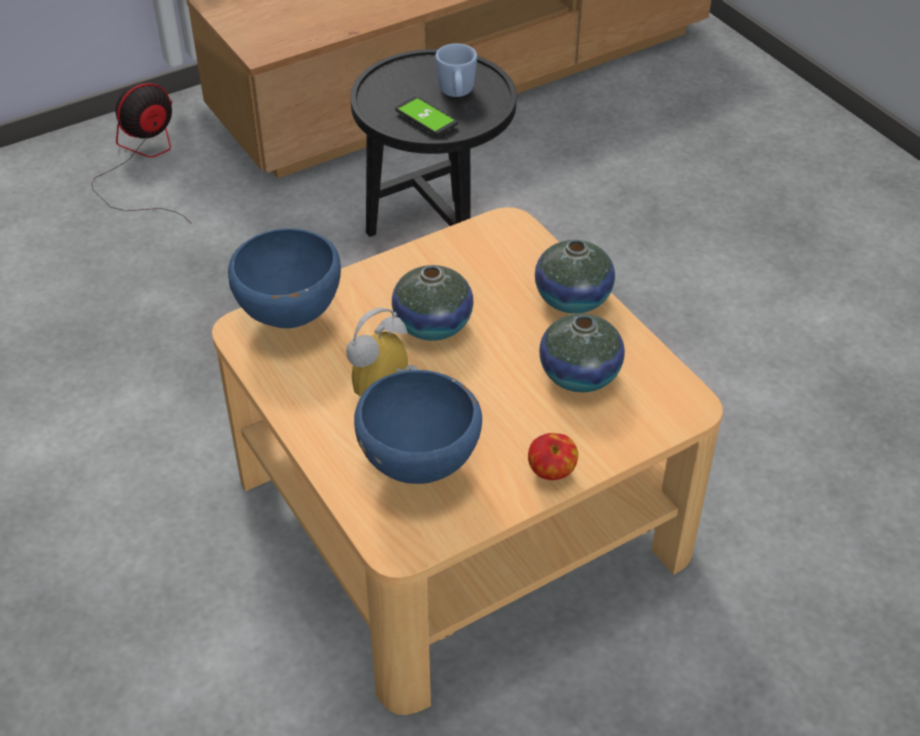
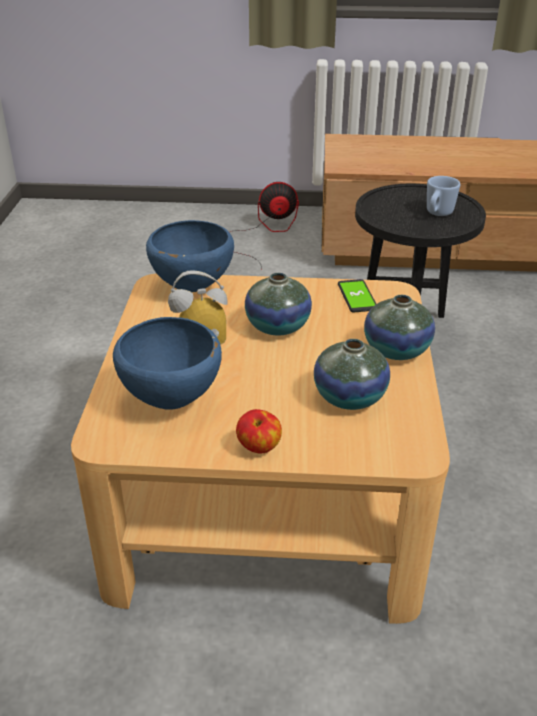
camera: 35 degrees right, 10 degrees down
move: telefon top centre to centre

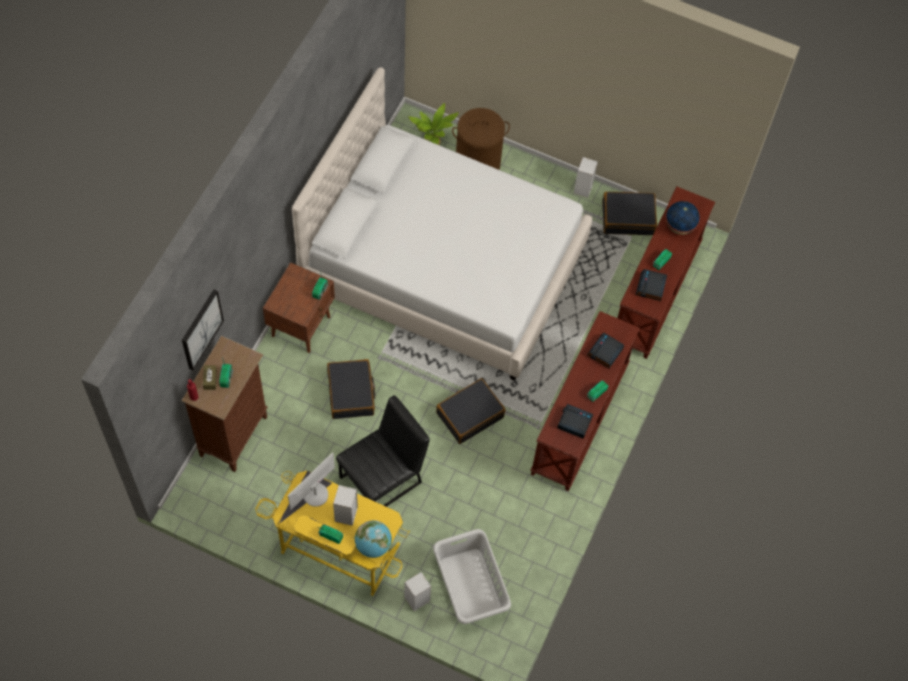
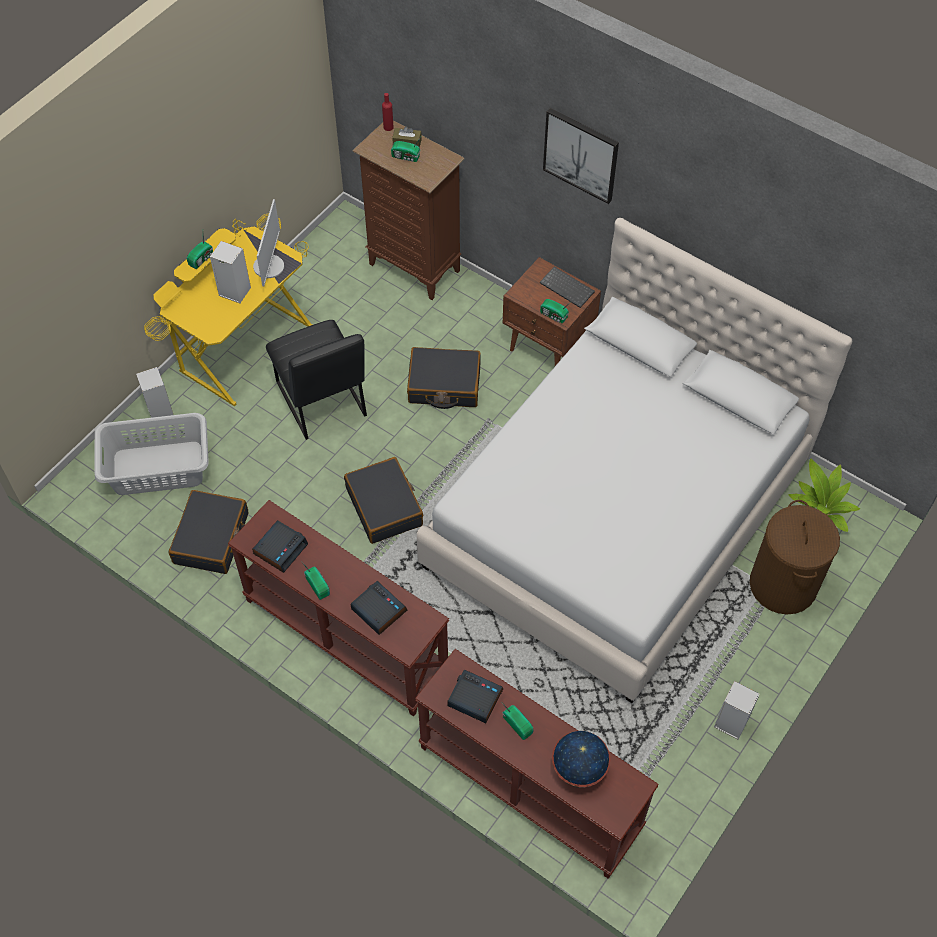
camera: 105 degrees right, 5 degrees down
delete: globus (1st from left) bottom centre
insert: klawiatura top centre
move: obraz middle left to top centre; walizka (czarny) (3rd from left in the first image) top right to walizka (czarny) (1st from left) middle left
rotate: monitor bottom centre = top left 45 degrees clockwise

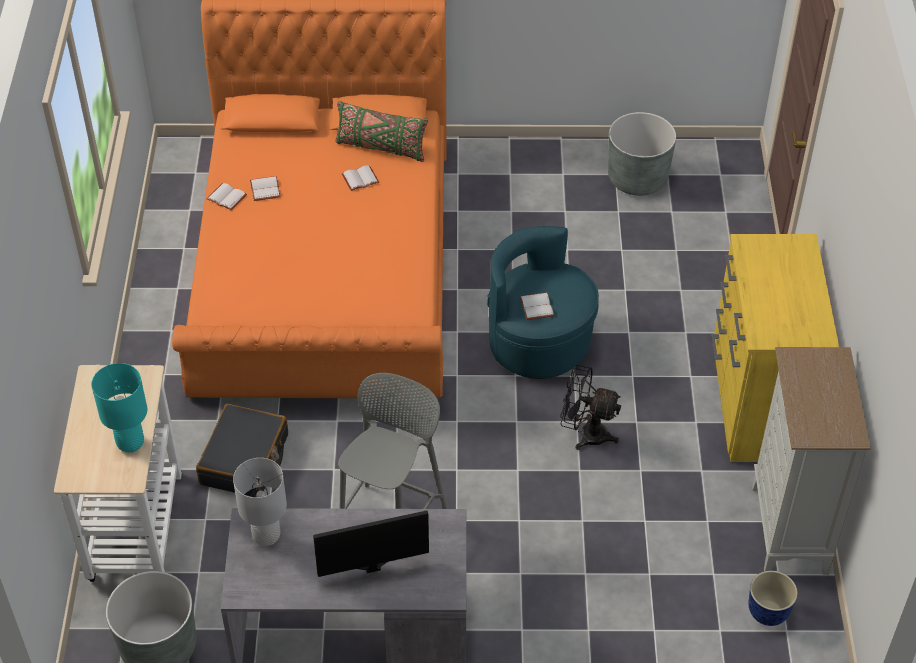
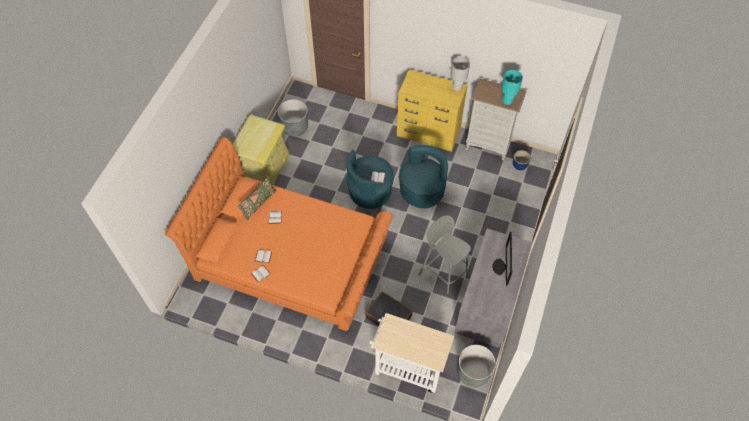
camera: 70 degrees left, 10 degrees up
insert: szafka nocna (żółty) centre
move: lampa stołowa (turkusowy) middle left to top right; lampa stołowa (szary) bottom left to top centre
replace: wentylator (czarny) centre to fotel (turkusowy) (2nd from left) centre

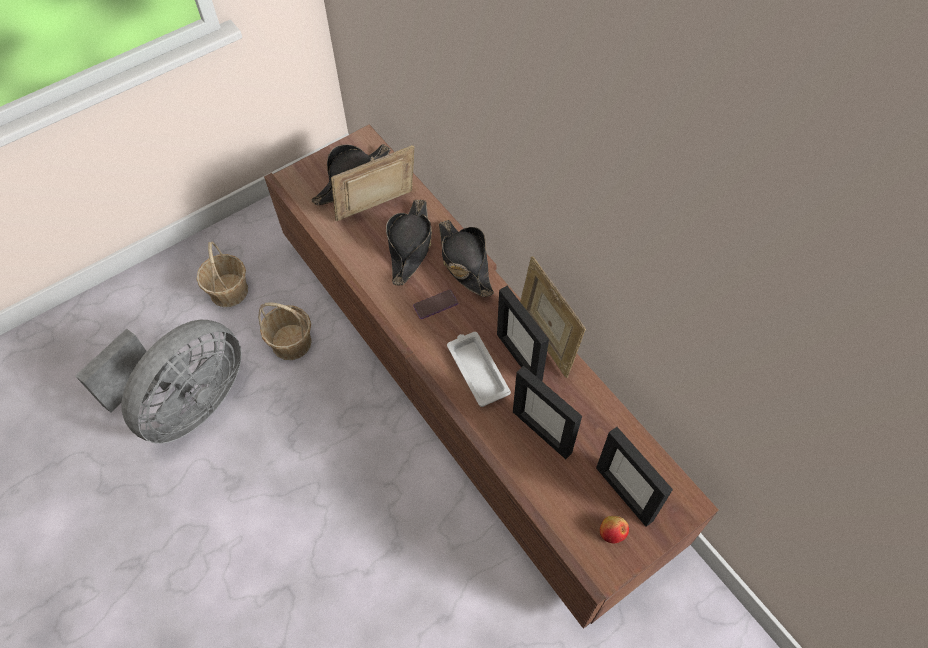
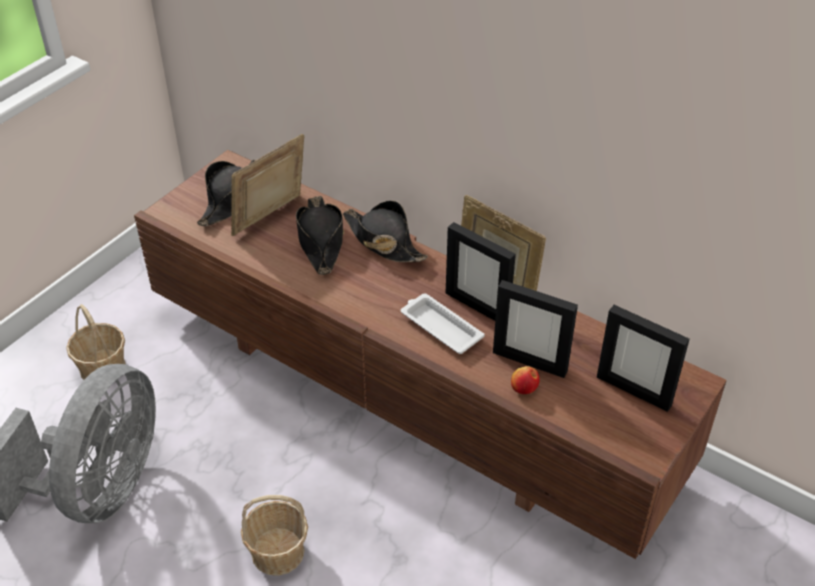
camera: 20 degrees left, 15 degrees down
delete: telefon centre
move: koszyk (2nd from left) middle left to bottom centre; jabłko bottom centre to centre

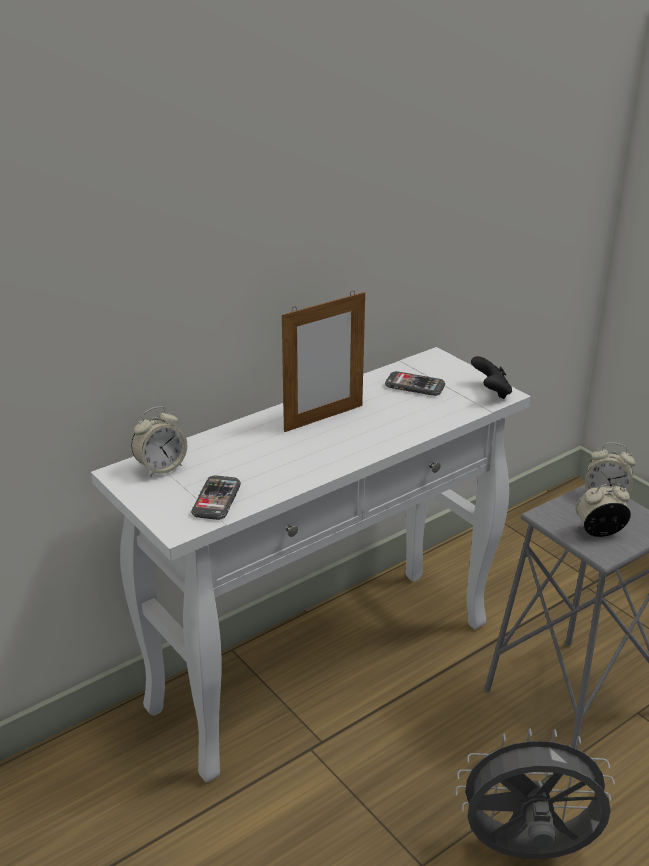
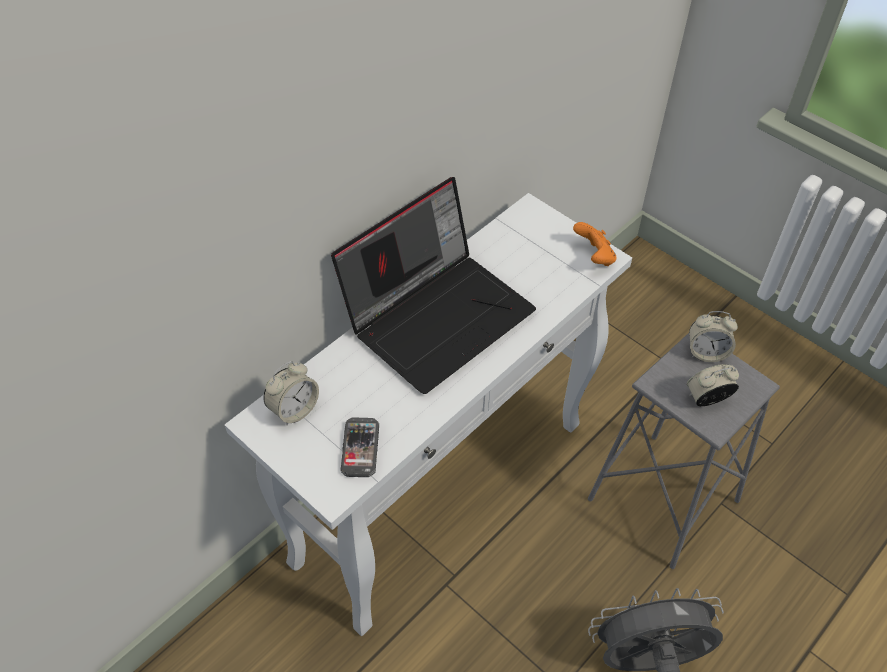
camera: 10 degrees left, 20 degrees up
delete: telefon (2nd from left) centre
replace: ramka na zdjęcie centre to laptop centre
recolor: pad do gier (czarny) middle right to pad do gier (pomarańczowy) middle right

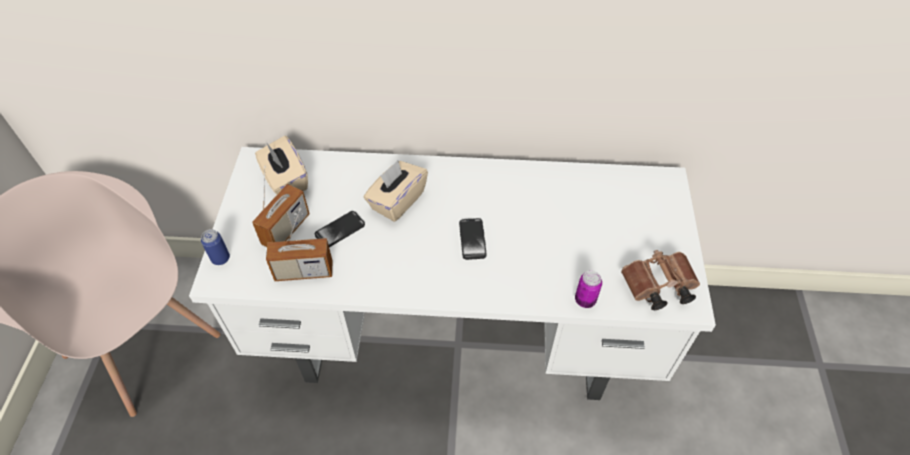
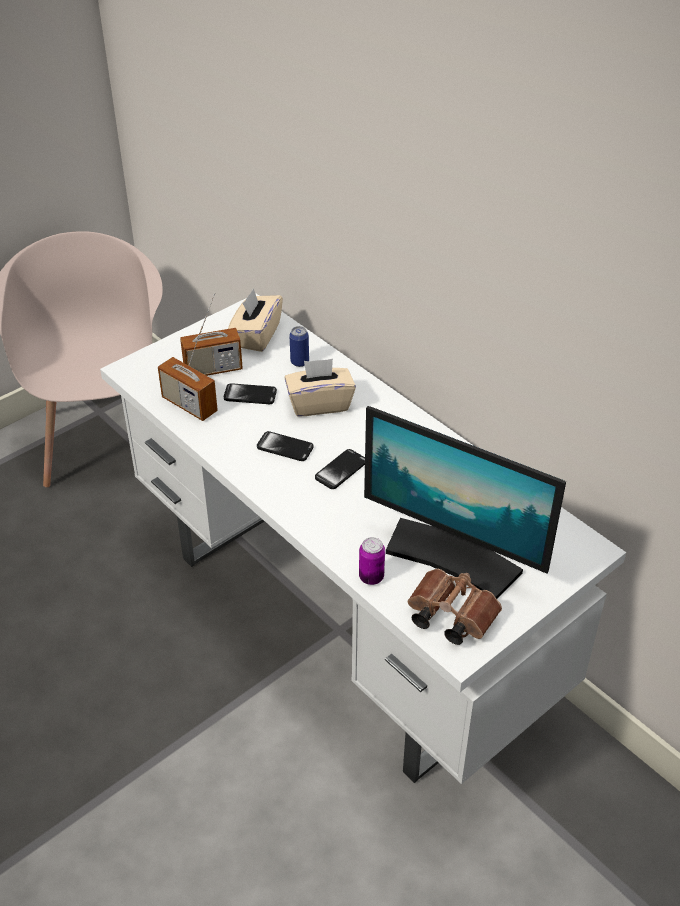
camera: 45 degrees right, 10 degrees down
insert: telefon (2nd from left) centre; monitor middle right
move: puszka (1st from left) middle left to centre

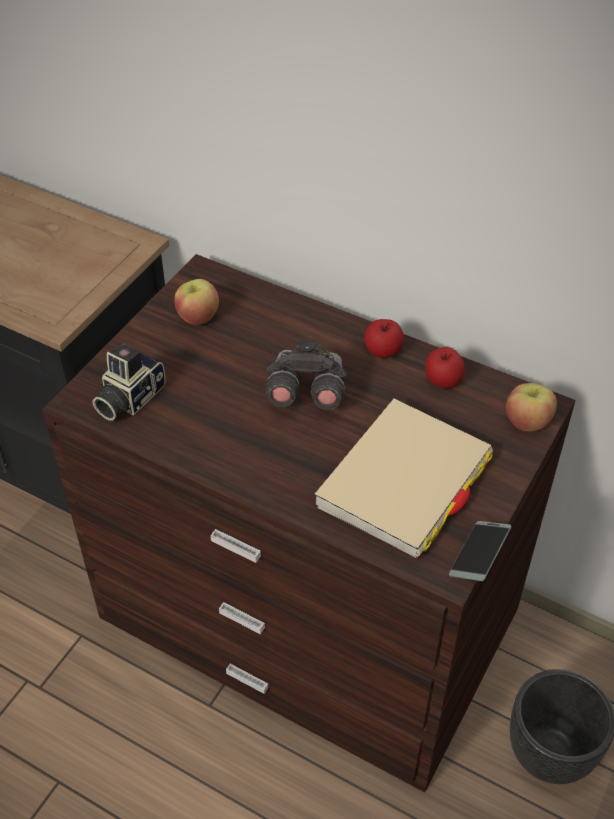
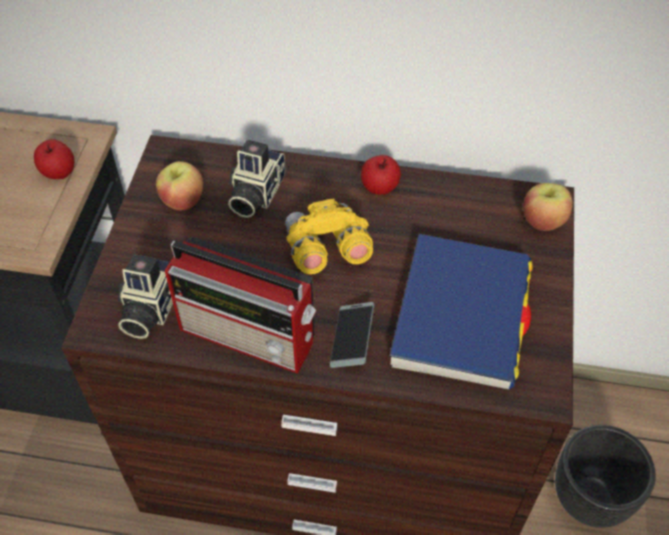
camera: 20 degrees left, 5 degrees up
insert: radio centre; aparat fotograficzny (2nd from left) centre
move: jabłko (3rd from left in the first image) middle right to jabłko (1st from left) top left; telefon bottom right to centre
recolor: lornetka (szary) centre to lornetka (żółty) centre; książka (beżowy) centre to książka (niebieski) middle right

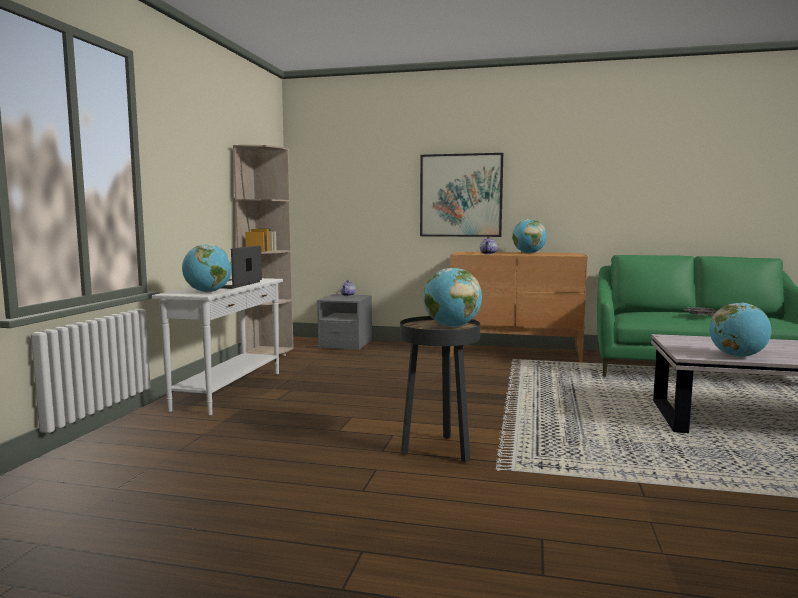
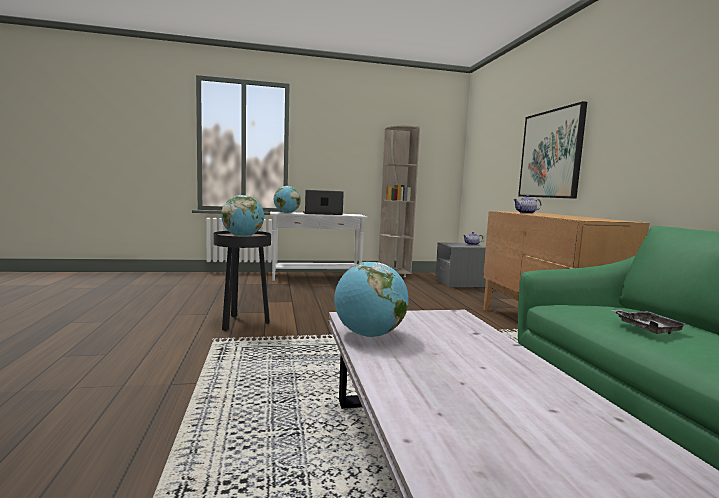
camera: 65 degrees right, 0 degrees up
delete: globus (3rd from left) centre

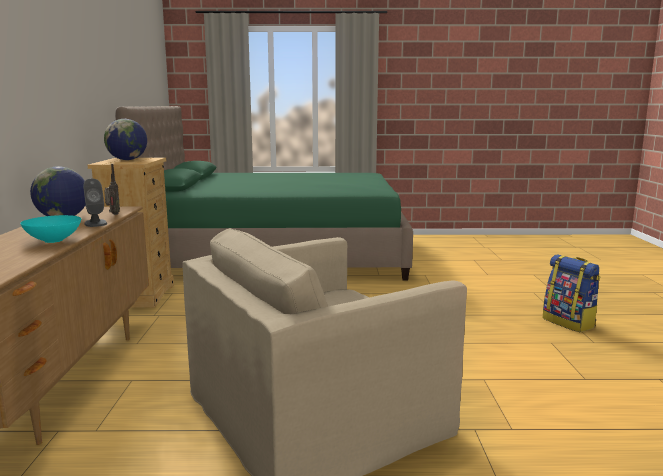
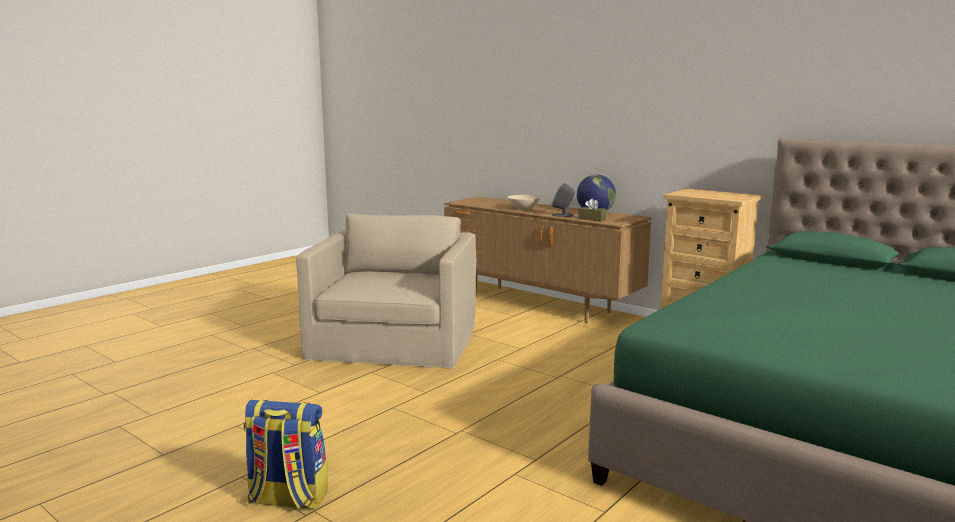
camera: 130 degrees right, 0 degrees up
delete: globus (2nd from left) top left
replace: radio middle left to pudełko chusteczek (brązowy) centre
recolor: miska (turkusowy) middle left to miska (beżowy) centre

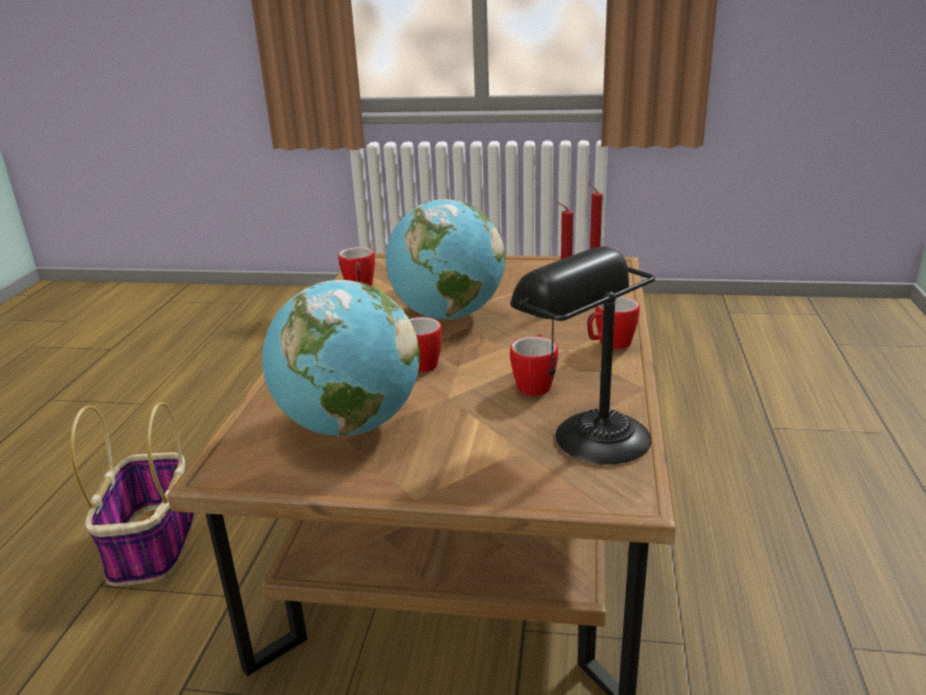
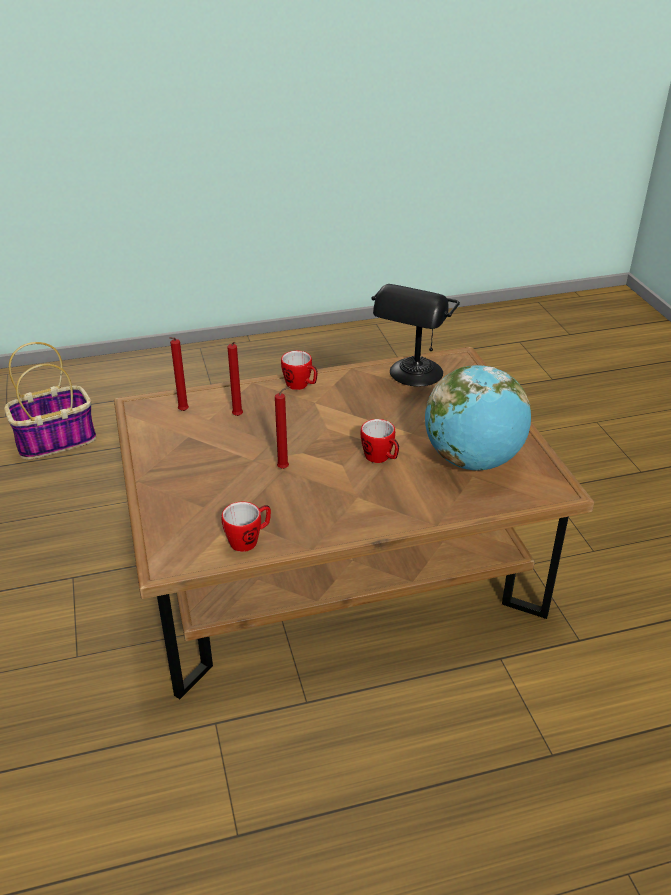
camera: 115 degrees left, 10 degrees up
delete: kubek (3rd from left) centre
move: koszyk bottom left to middle left
replace: globus (2nd from left) centre to świeca (czerwony) (3rd from left) centre

